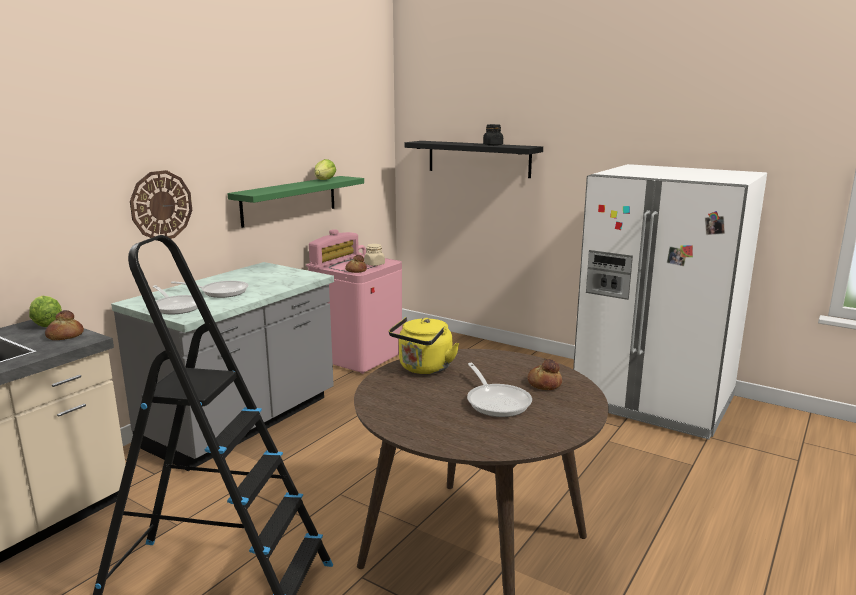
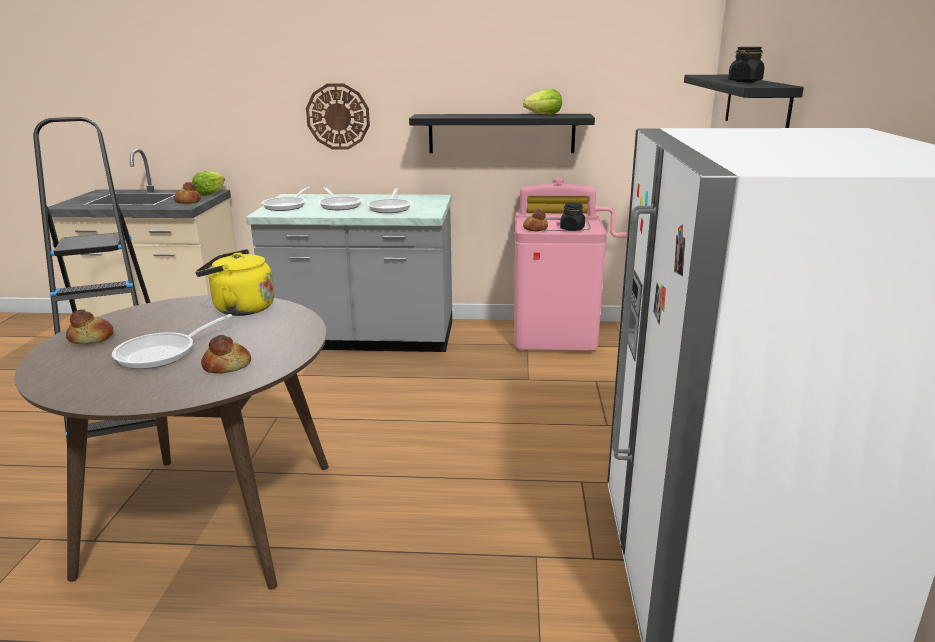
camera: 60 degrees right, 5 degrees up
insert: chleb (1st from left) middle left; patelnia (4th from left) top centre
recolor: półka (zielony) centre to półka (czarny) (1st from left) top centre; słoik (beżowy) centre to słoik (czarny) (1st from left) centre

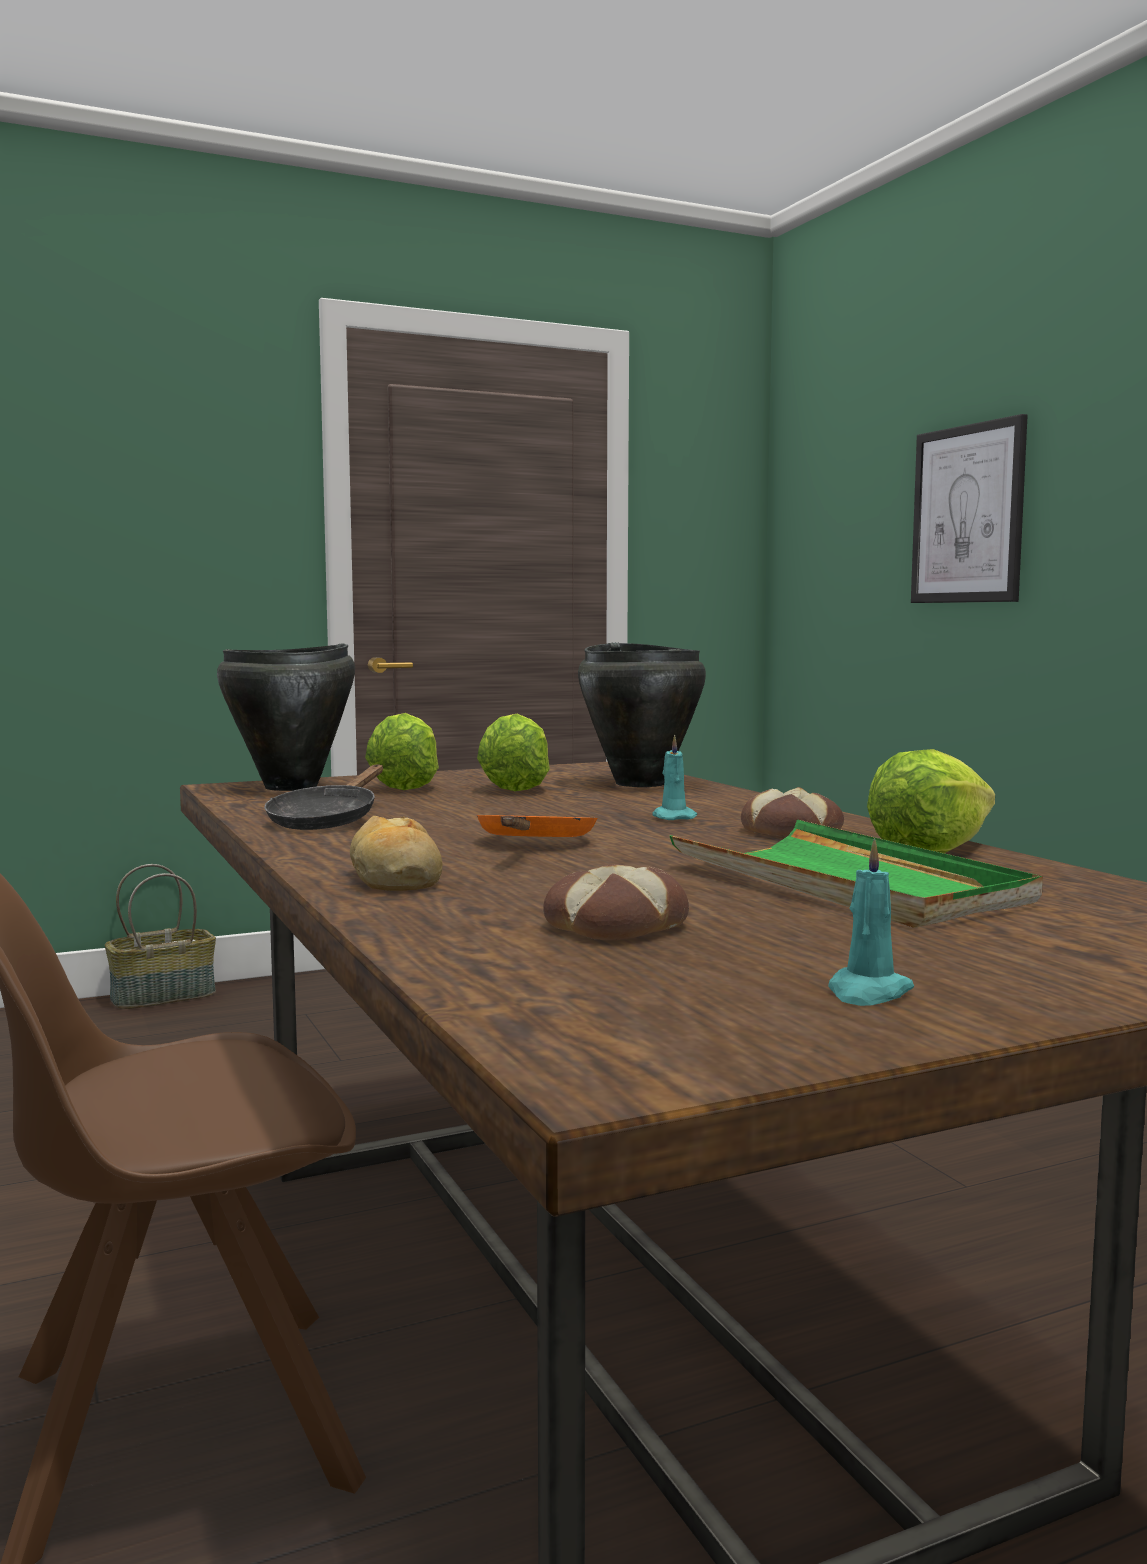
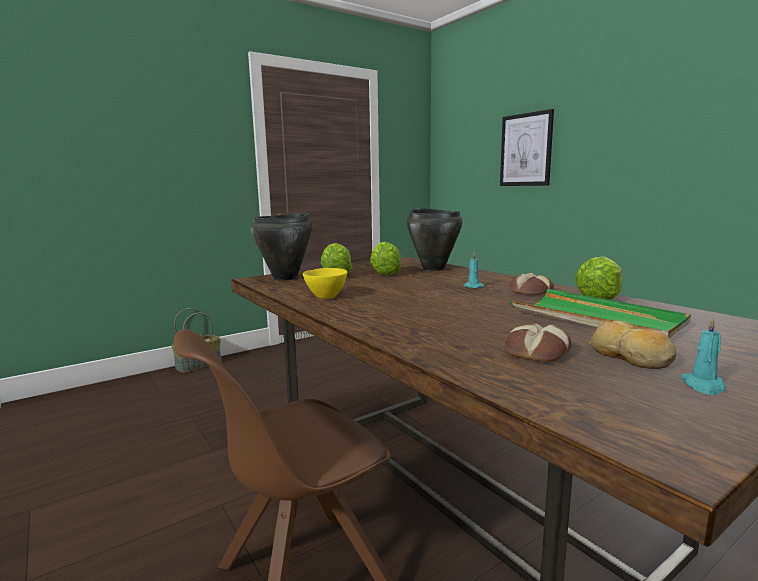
camera: 10 degrees left, 5 degrees up
delete: patelnia (pomarańczowy) centre
move: chleb (1st from left in the first image) centre to chleb (3rd from left) middle right
replace: patelnia (czarny) middle left to miska (żółty) centre

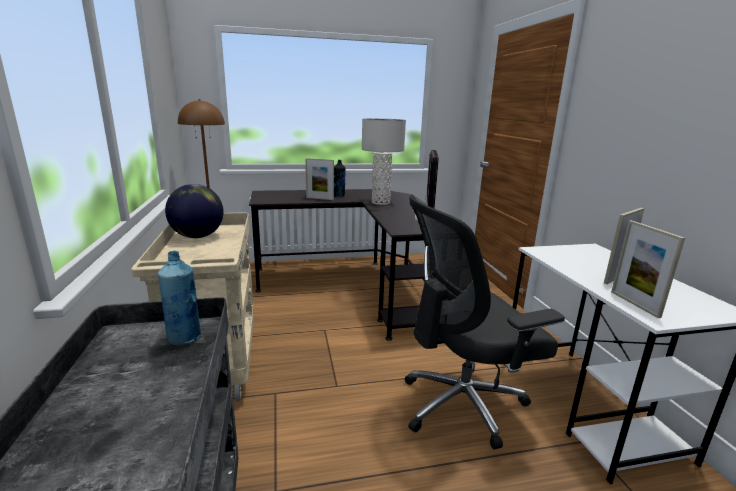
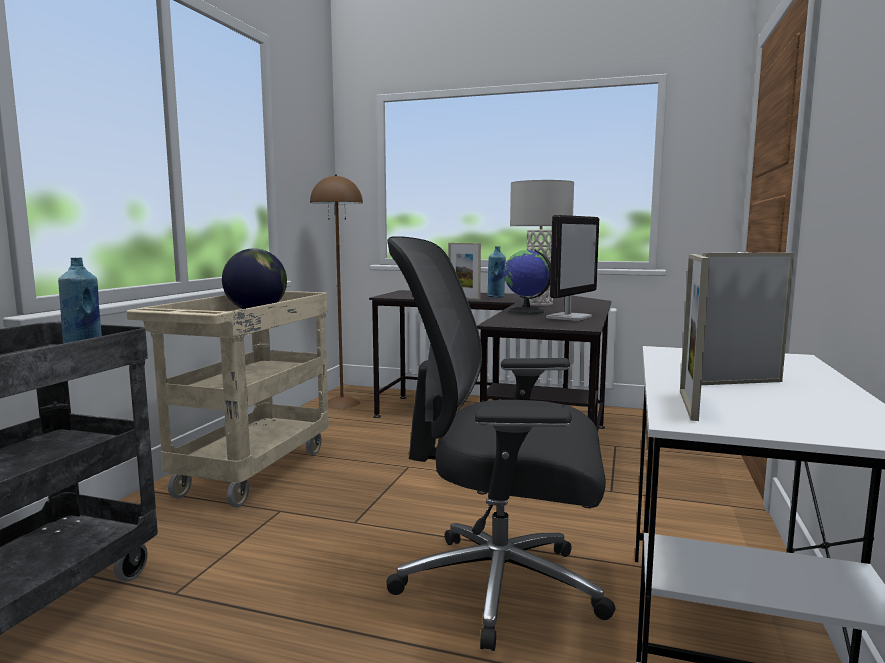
camera: 30 degrees right, 10 degrees down
insert: globus (2nd from left) centre
recolor: butelka (czarny) centre to butelka (niebieski) (2nd from left) centre

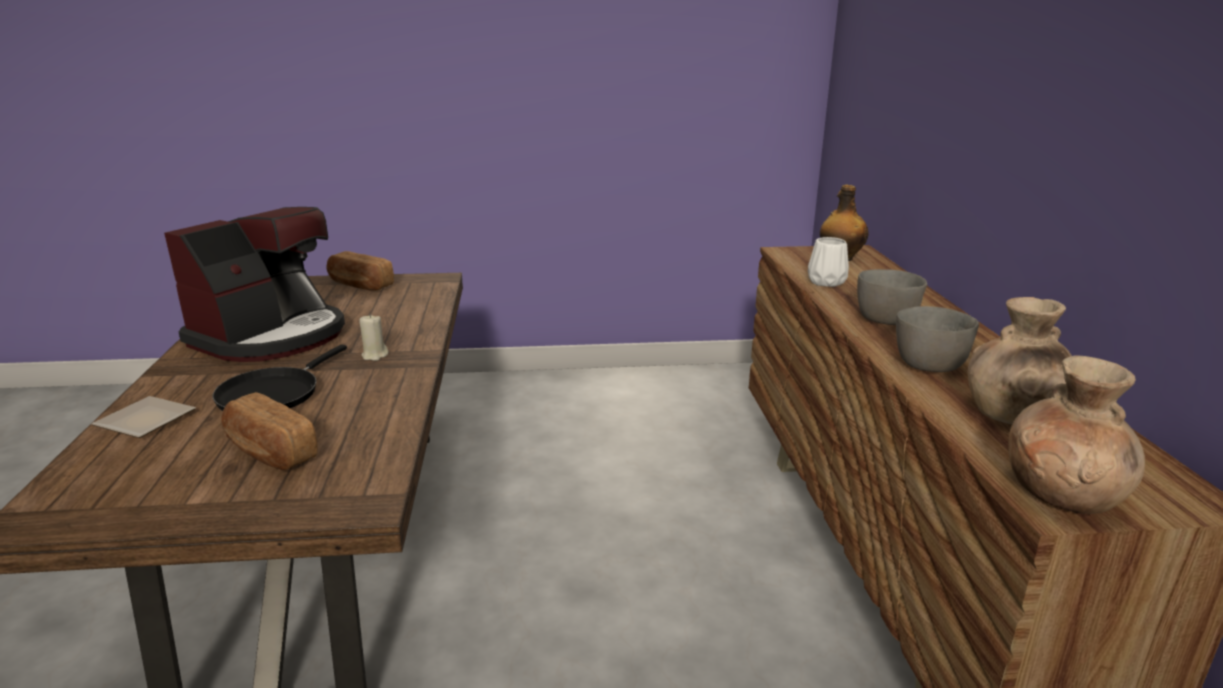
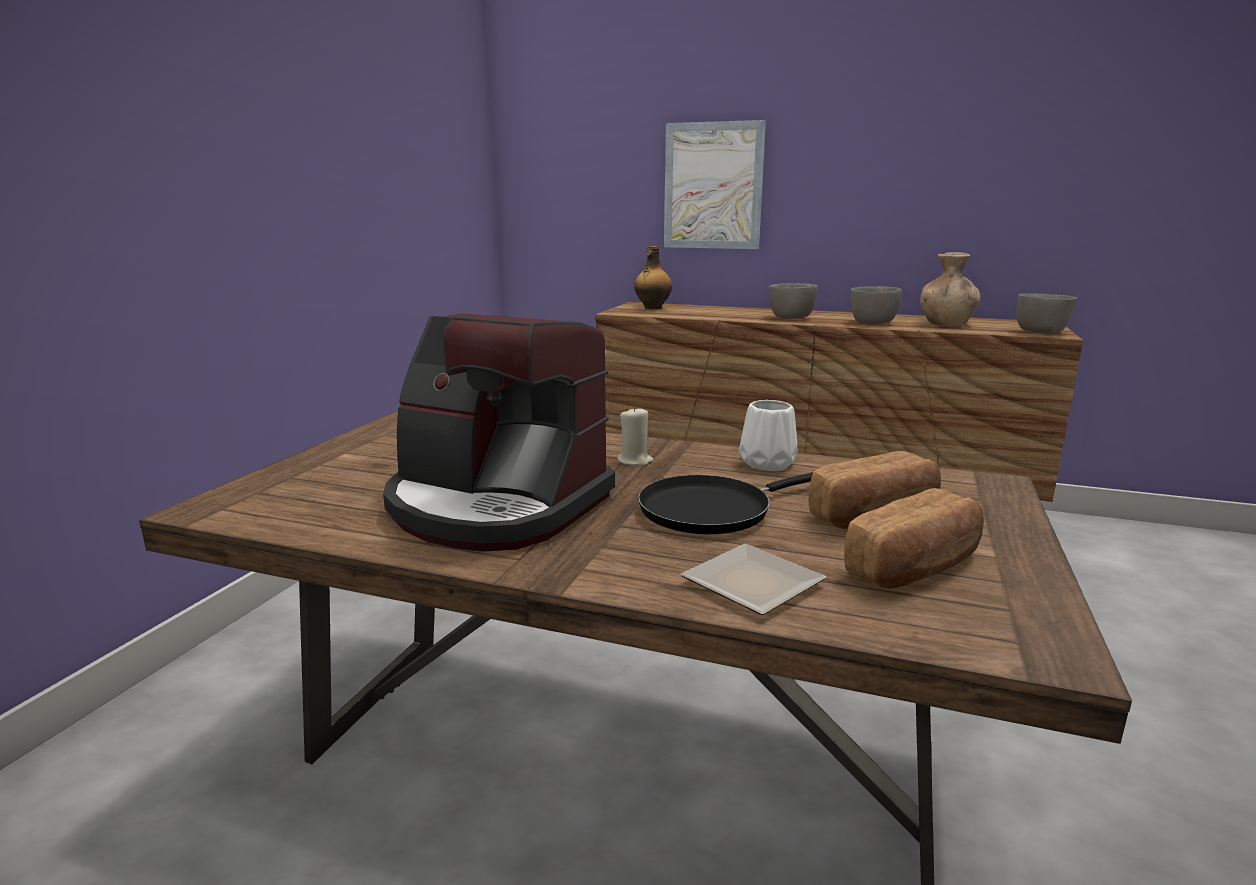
camera: 65 degrees left, 5 degrees down
insert: obraz top centre
move: chleb (2nd from left) middle left to middle right; wazon (biały) middle right to centre
replace: wazon (brązowy) (2nd from left) middle right to miska (szary) (3rd from left) middle right
rotate: ekspres do kawy middle left = centre 150 degrees clockwise; patelnia (czarny) middle left = centre 105 degrees clockwise

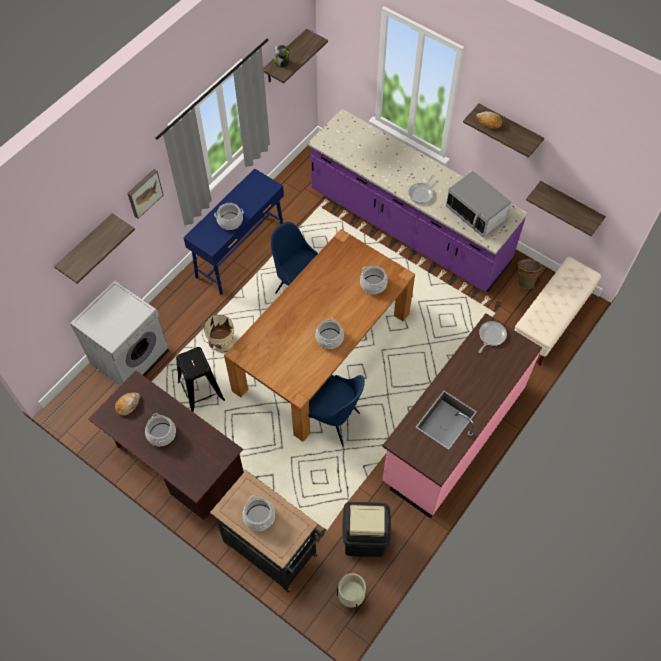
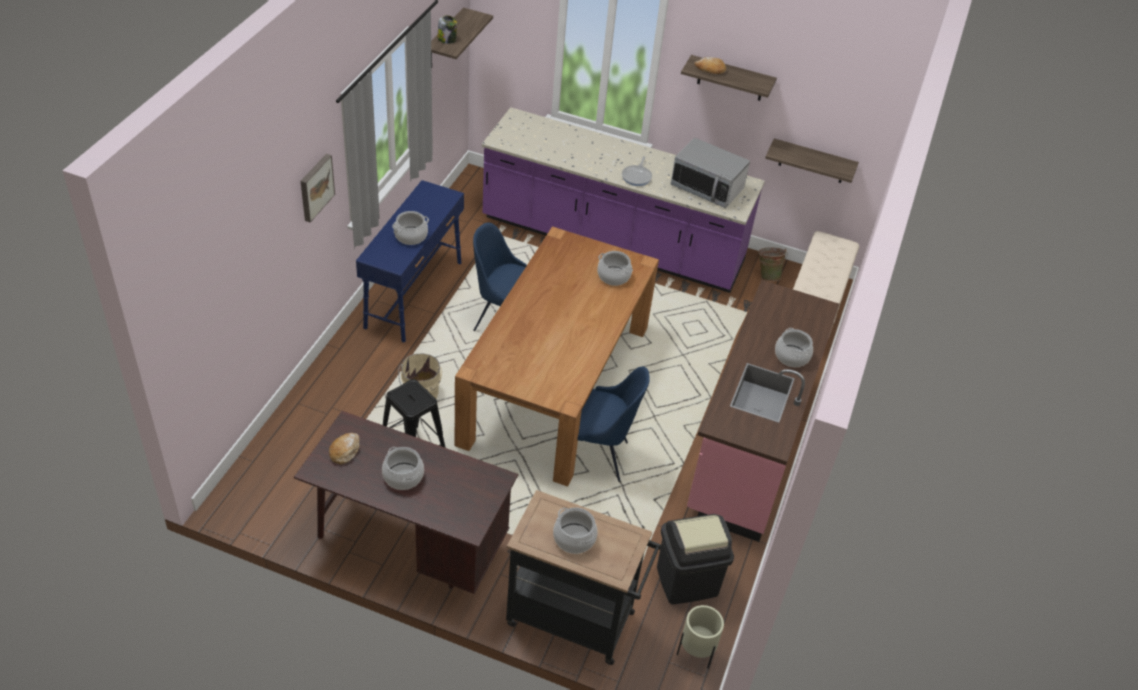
camera: 20 degrees left, 15 degrees down
delete: półka (1st from left) middle left; pralka (biały) middle left; patelnia (2nd from left) middle right
move: garnek (4th from left in the first image) centre to garnek (5th from left) middle right

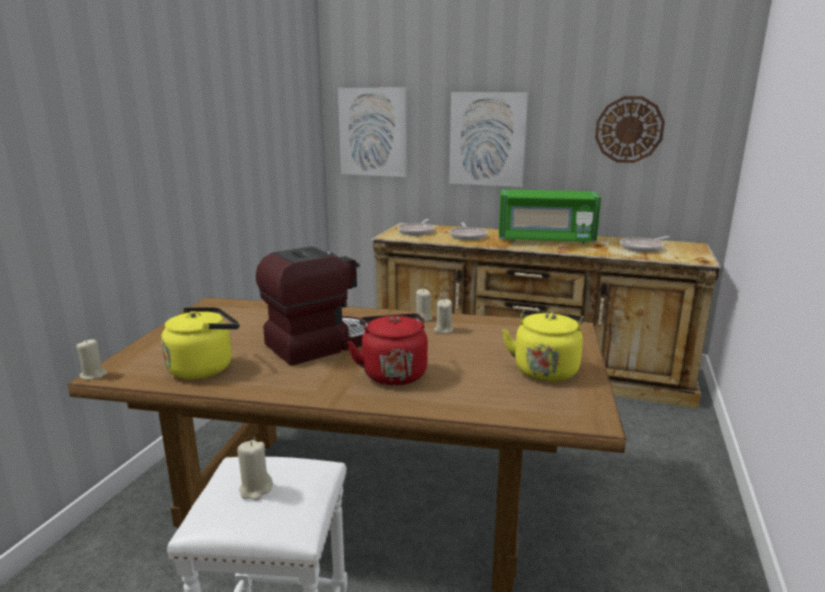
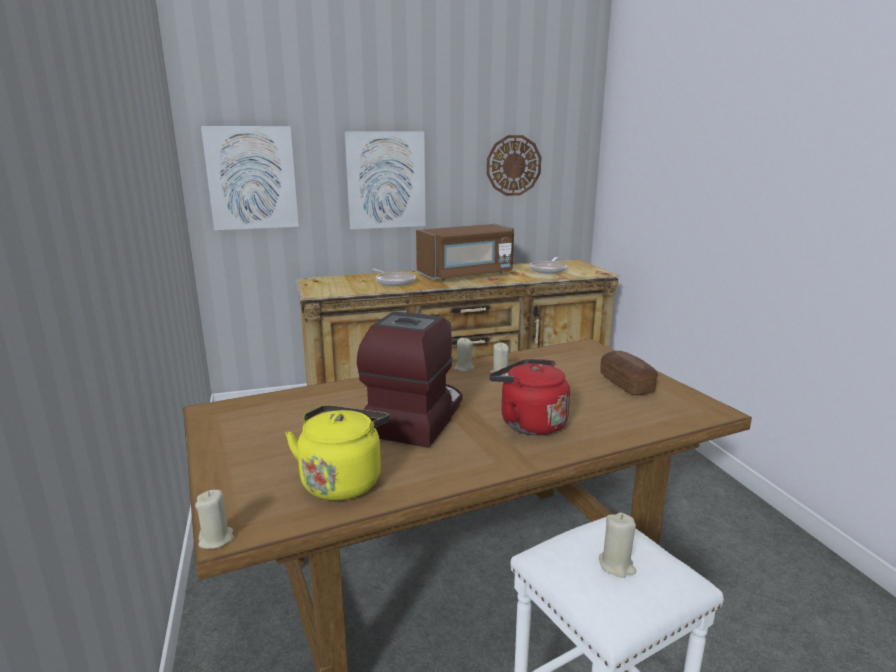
camera: 35 degrees left, 0 degrees up
delete: patelnia (1st from left) centre
replace: czajnik (żółty) (2nd from left) centre to chleb middle right
recolor: mikrofalówka (zielony) middle right to mikrofalówka (brązowy) centre

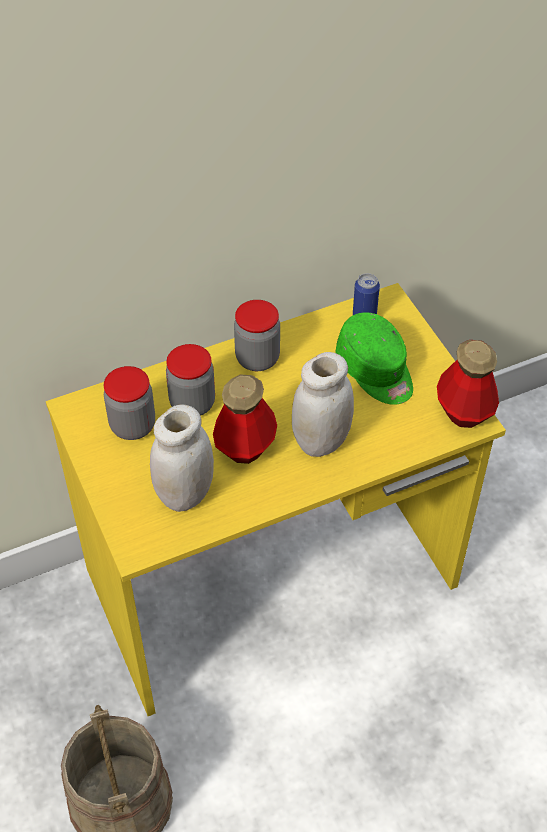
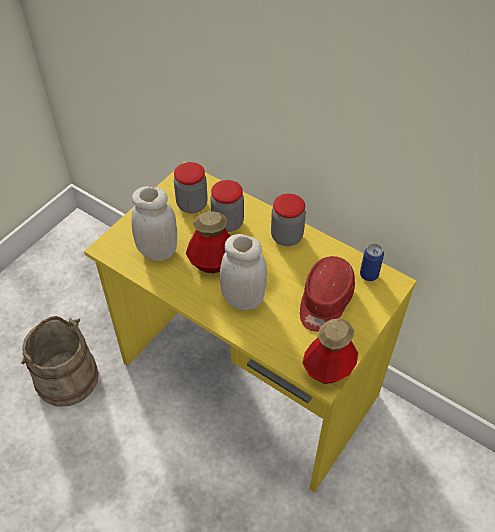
camera: 60 degrees right, 0 degrees up
recolor: czapka z daszkiem (zielony) middle right to czapka z daszkiem (czerwony) centre

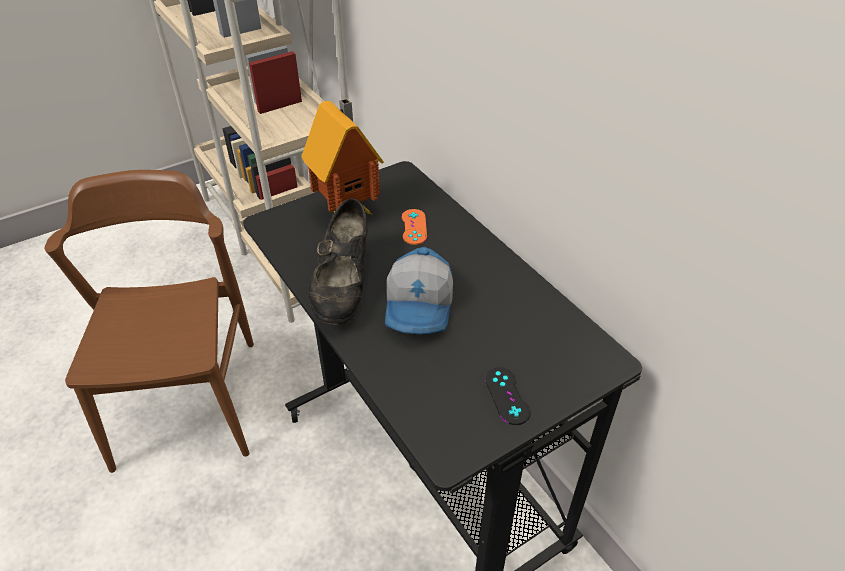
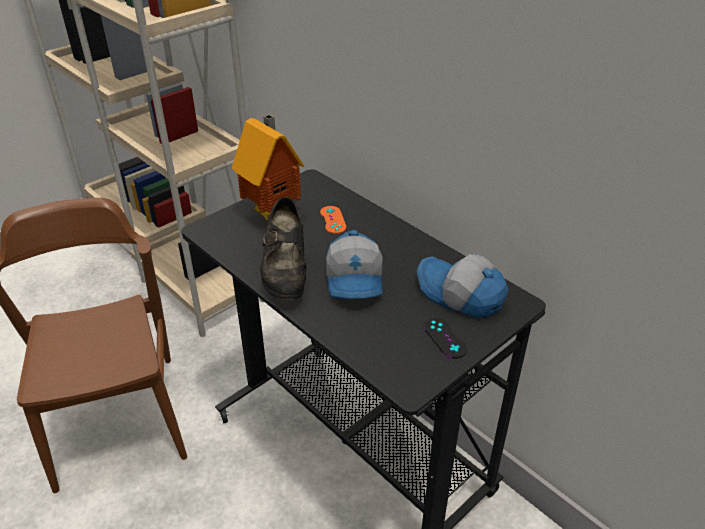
camera: 10 degrees left, 5 degrees down
insert: czapka z daszkiem (2nd from left) centre

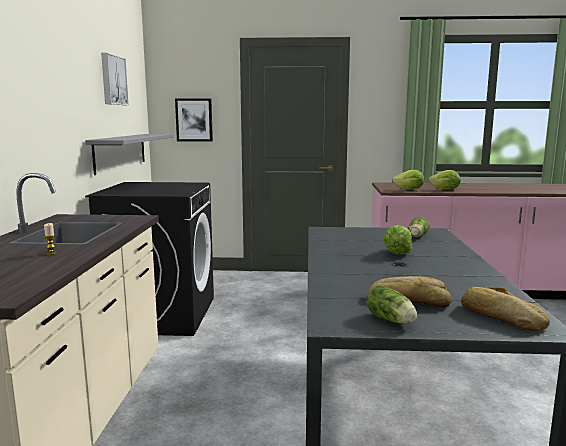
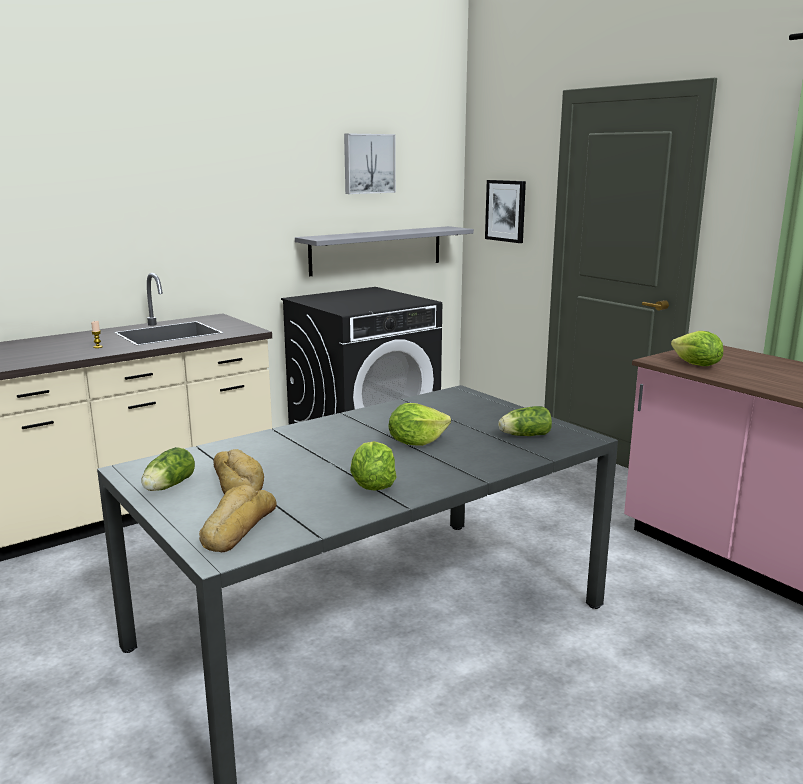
camera: 50 degrees right, 5 degrees up
move: sałata (5th from left in the first image) middle right to sałata (2nd from left) centre

